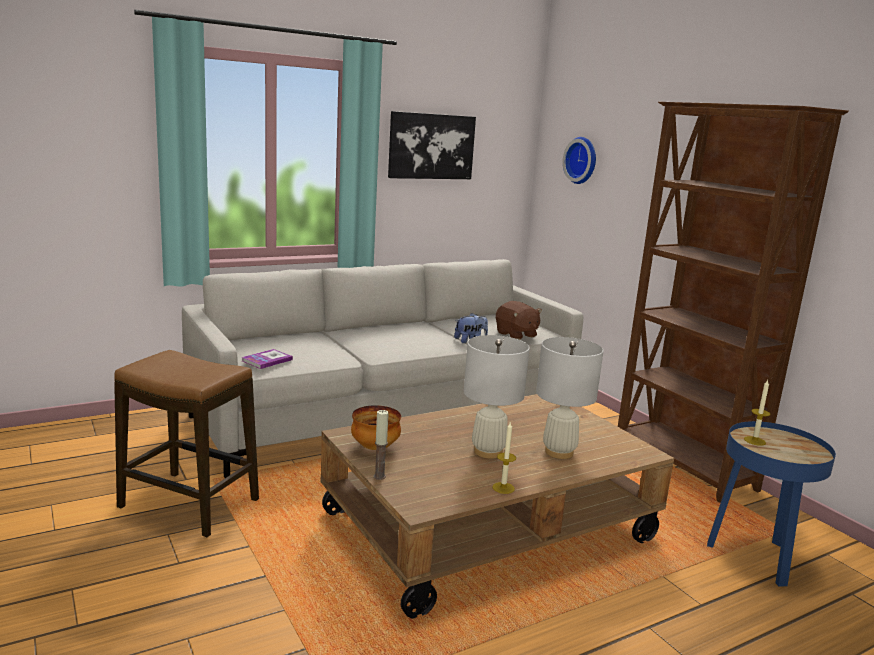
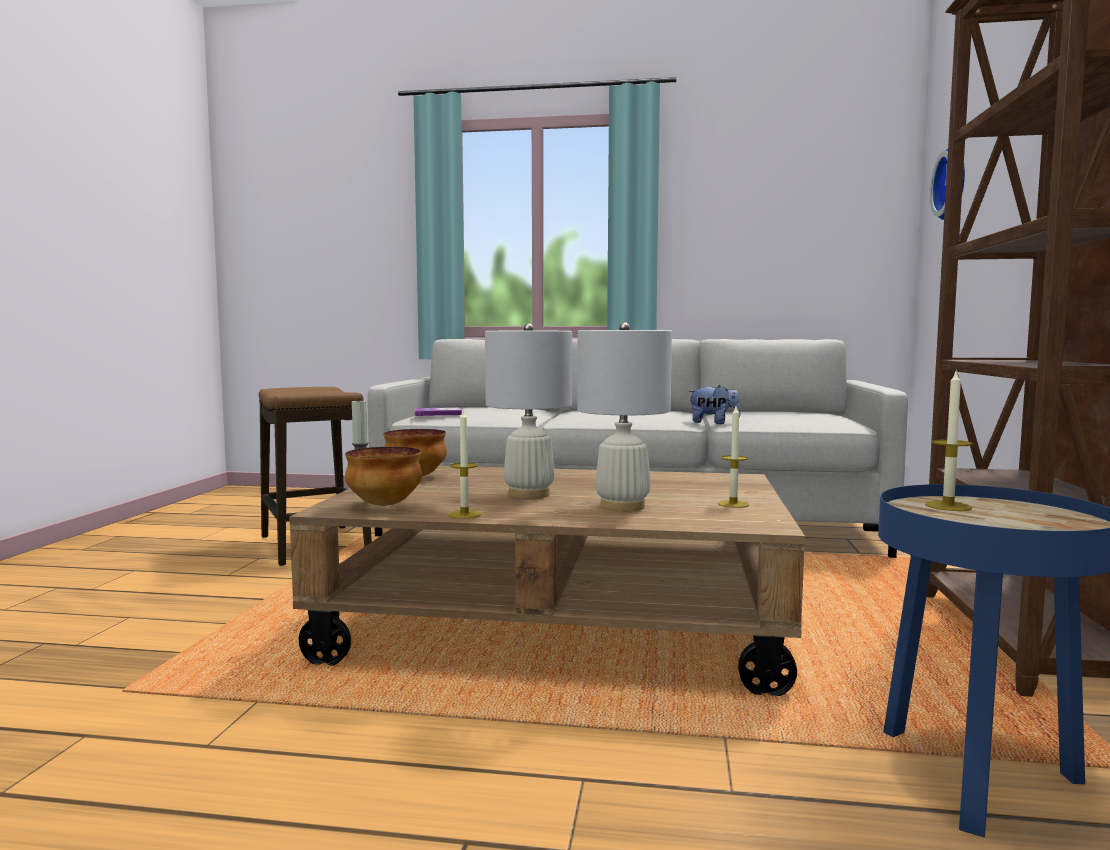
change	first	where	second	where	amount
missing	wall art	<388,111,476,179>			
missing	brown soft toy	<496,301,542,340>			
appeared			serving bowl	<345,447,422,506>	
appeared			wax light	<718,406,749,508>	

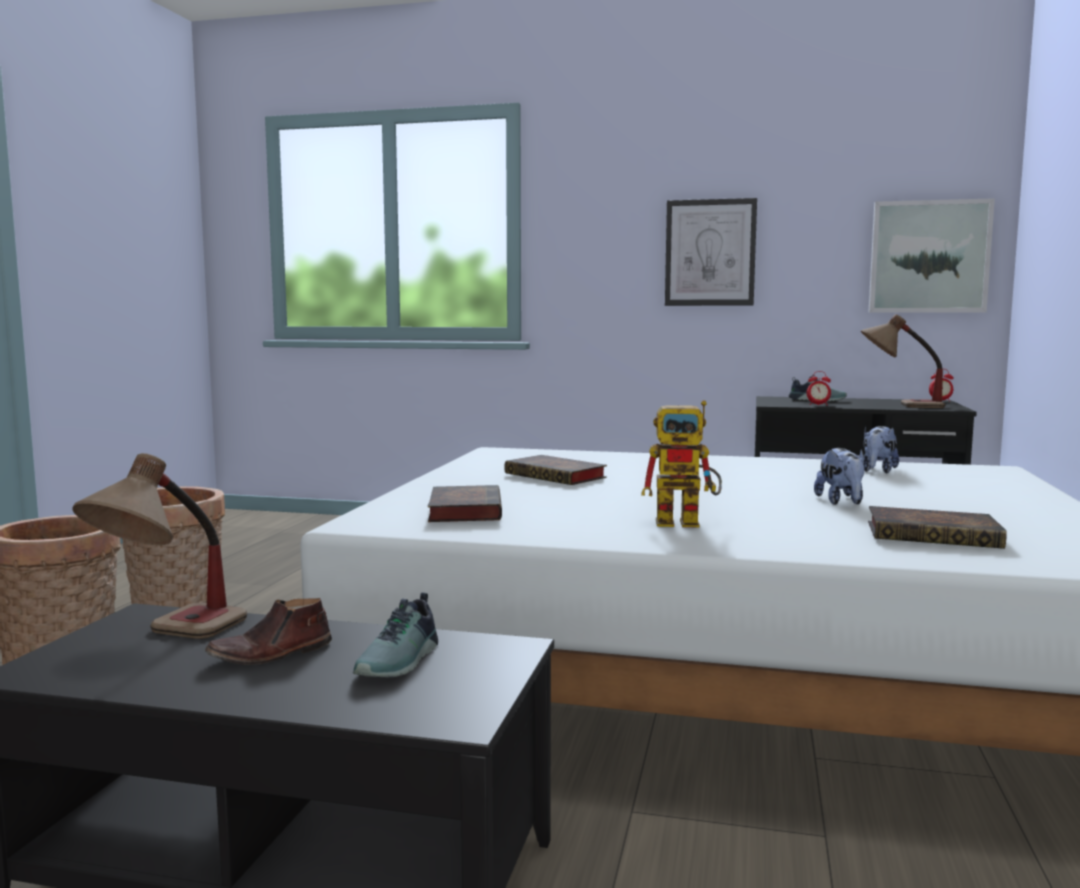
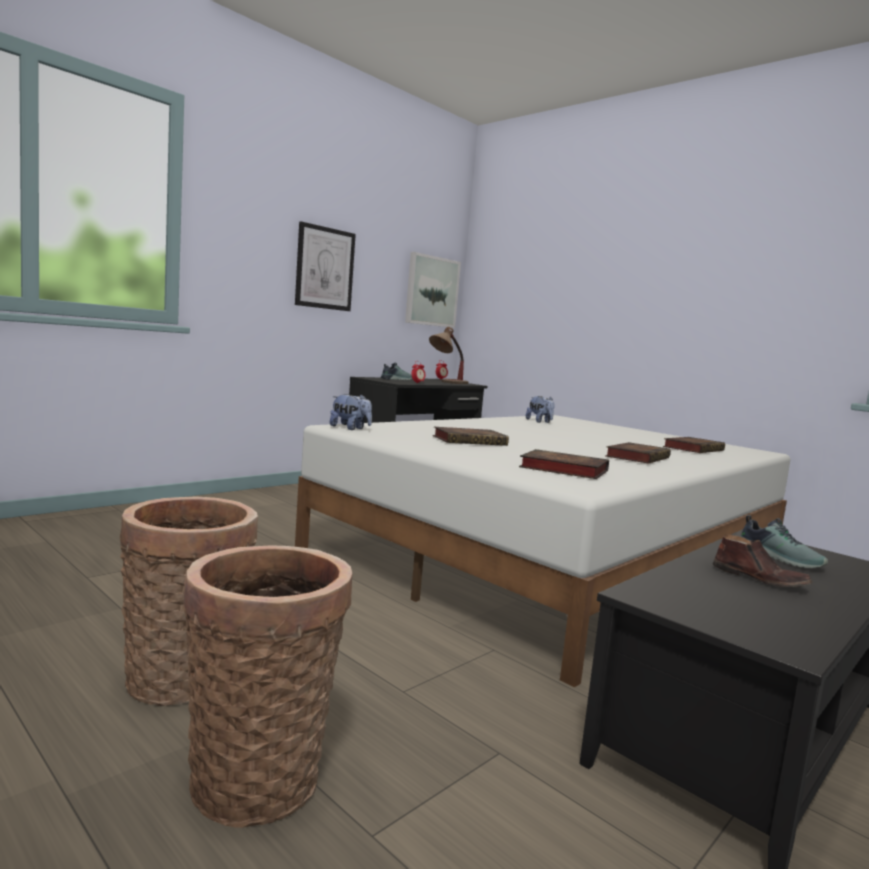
change	first	where	second	where	amount
missing	table lamp	<72,453,247,639>			
spun	brown low shoe	<205,598,332,665>		<713,535,813,587>	45 degrees counterclockwise
exchanged	toy robot	<641,400,722,528>	volume	<605,442,671,464>	
relocated	soft toy	<814,448,865,505>		<330,394,372,430>	

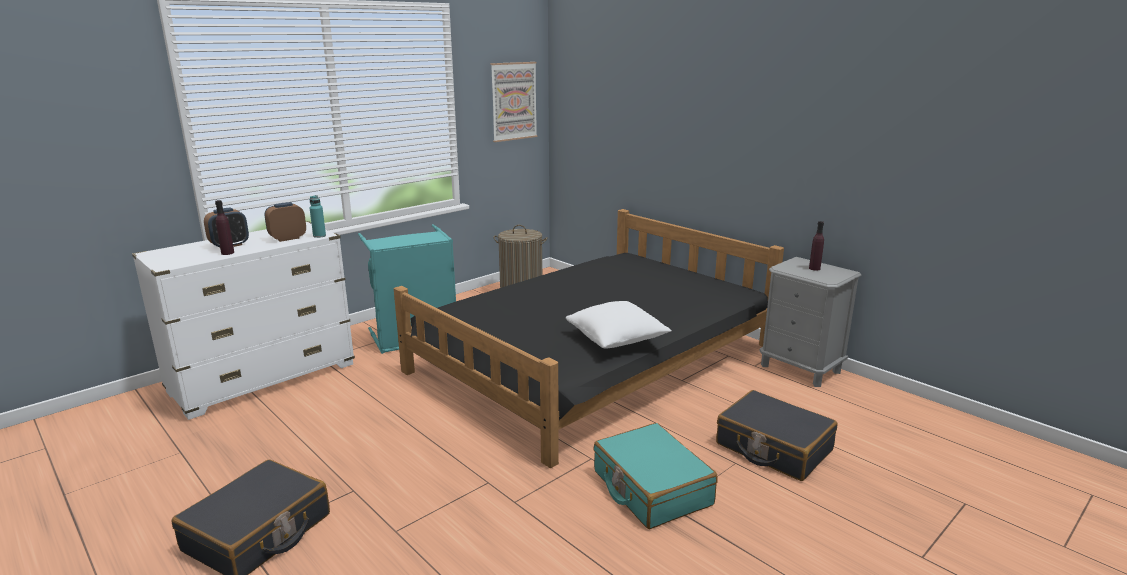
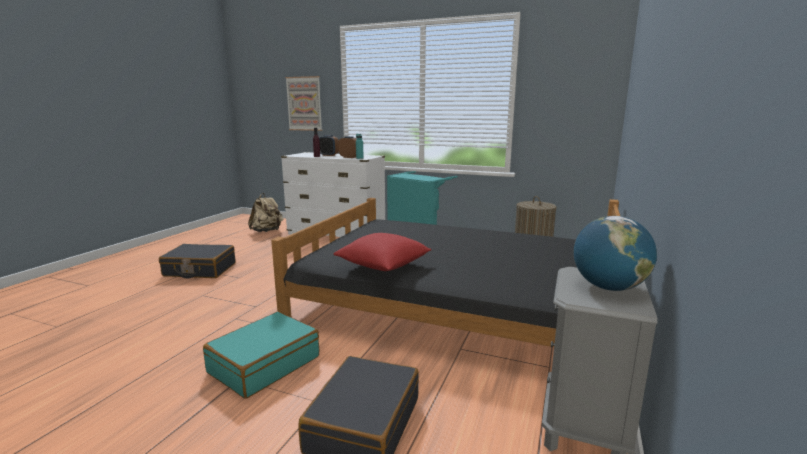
change	first	where	second	where	amount
relocated	wall art	<491,62,537,142>		<285,76,322,131>	
colour	white throw pillow	<566,301,672,348>	reddish throw pillow	<333,233,432,271>	
exchanged	purple-coloured bottle	<809,221,824,271>	desk globe	<574,216,657,291>	
appeared			beige-coloured rucksack	<248,193,283,232>	

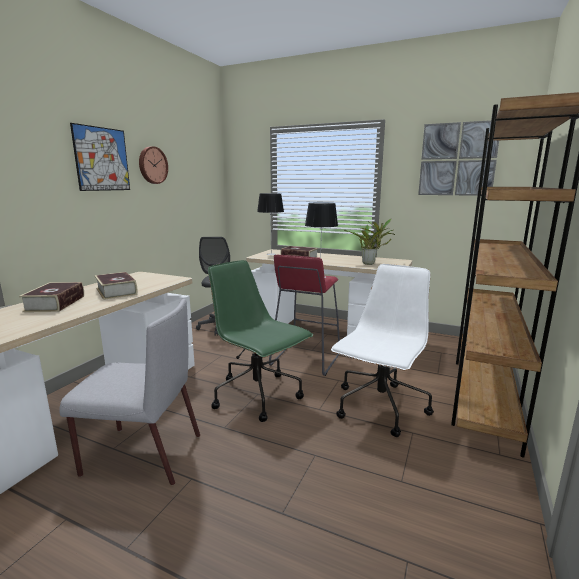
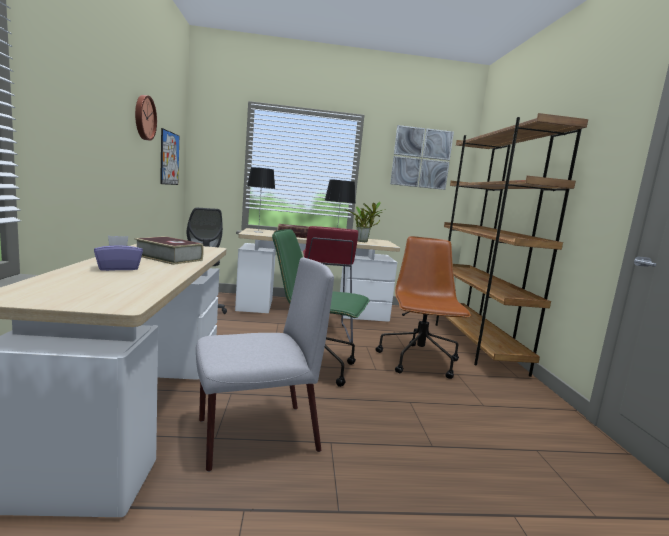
change	first	where	second	where	amount
exchanged	volume	<19,282,84,312>	purple-coloured tissue box	<94,236,143,271>	
relocated	wall art	<70,123,130,191>		<160,128,179,185>	
colour	white desk chair	<331,264,434,437>	brown desk chair	<376,236,471,379>	

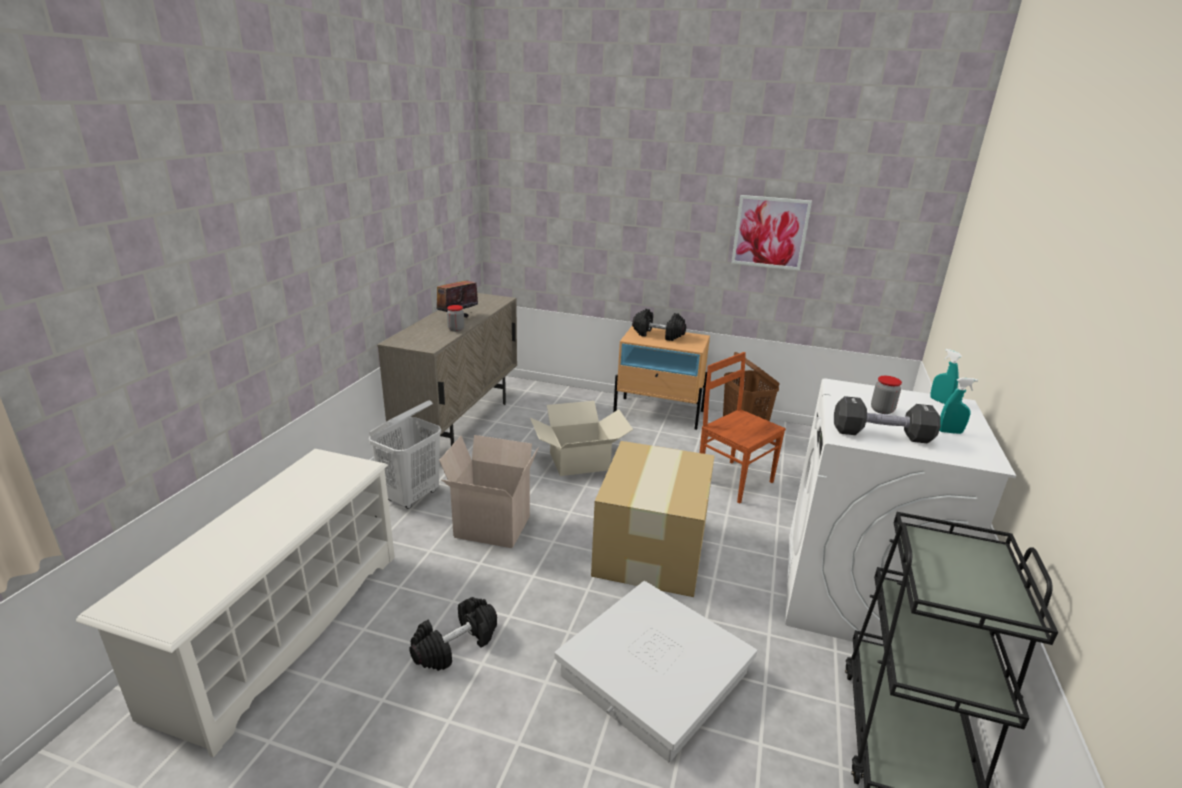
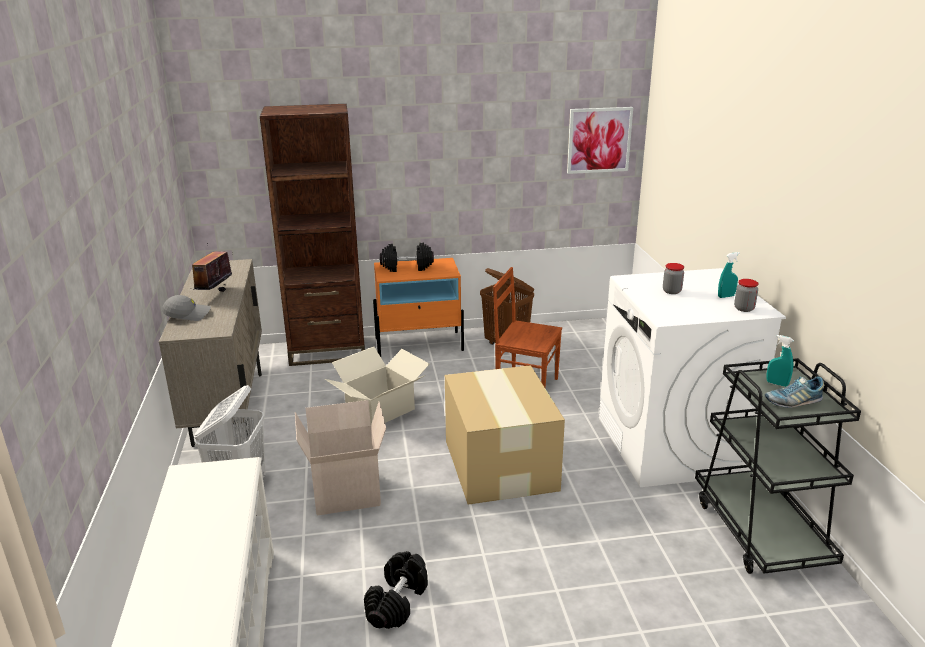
change	first	where	second	where	amount
relocated	preserve jar	<447,305,464,332>		<734,279,759,312>	
missing	white storage box	<554,581,757,762>			
colour	beige-coloured nightstand	<613,326,710,430>	orangey nightstand	<373,258,464,357>	
relocated	wall art	<731,195,812,271>		<567,107,633,174>	
missing	black dumbbell	<834,396,941,443>			
relocated	turquoise hand sprayer	<930,349,962,404>		<766,335,794,387>	
appeared			grey peaked cap	<162,295,211,321>	
appeared			brown bookshelf	<260,104,365,366>	
appeared			low shoe	<765,376,824,408>	

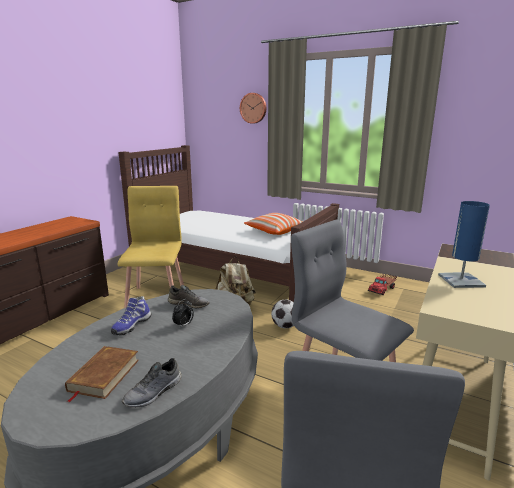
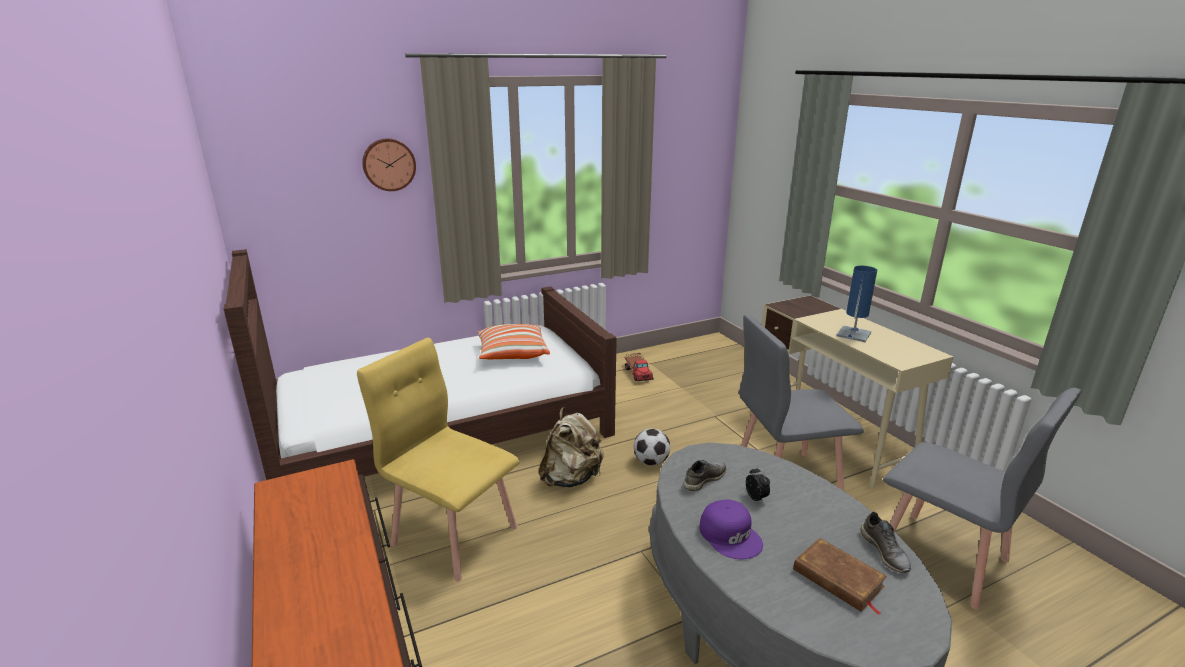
change	first	where	second	where	amount
exchanged	low shoe	<111,296,151,335>	purple-coloured peaked cap	<700,500,763,559>	

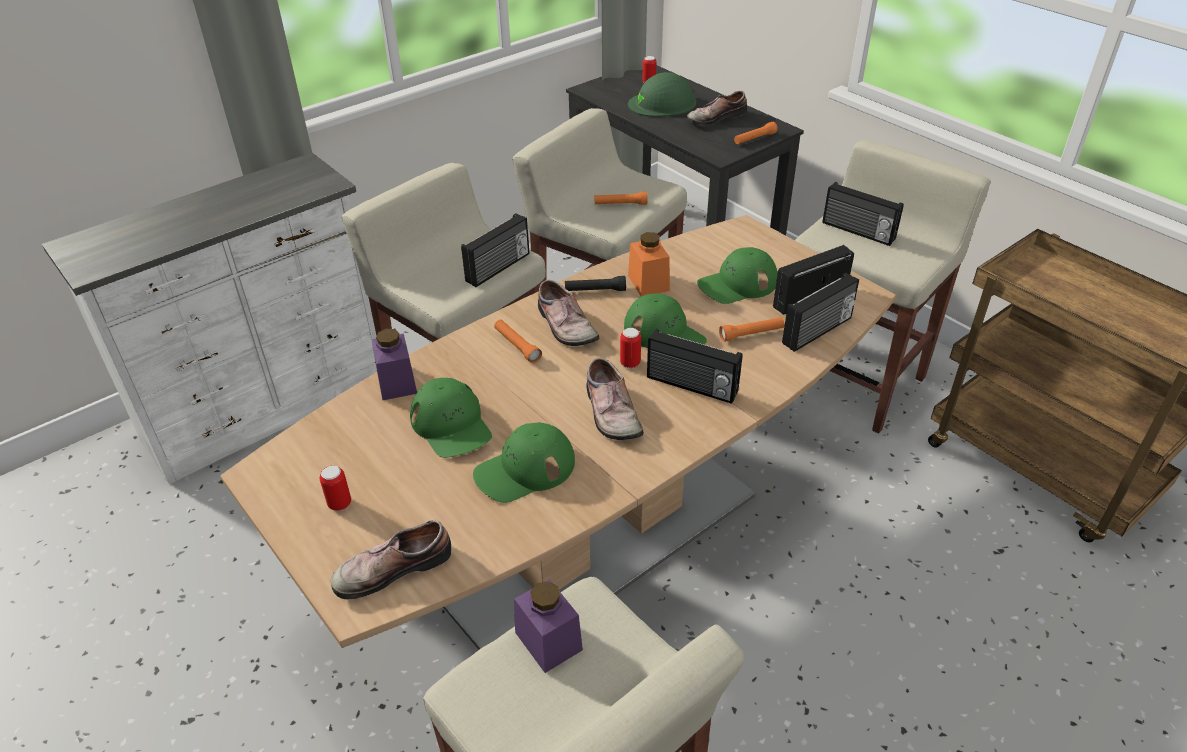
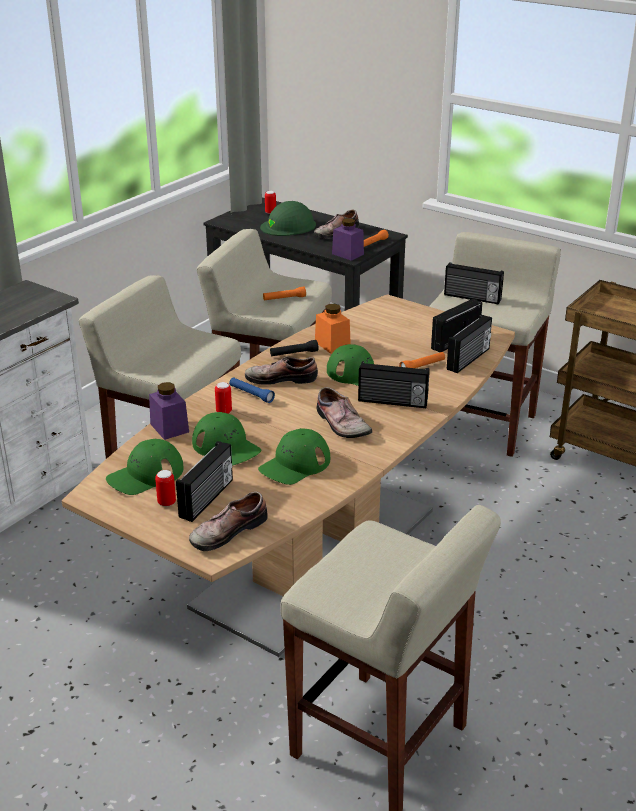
change	first	where	second	where	amount
relocated	radio set	<461,213,529,287>		<176,441,233,522>	
colour	orangey torch	<494,320,542,363>	blue torch	<229,377,275,403>	
relocated	purple-coloured preserve jar	<514,579,583,673>		<332,218,364,261>	
spun	low shoe	<538,280,599,346>		<245,356,318,385>	135 degrees clockwise
relocated	can	<620,328,641,368>		<215,382,232,414>	
relocated	green peaked cap	<697,247,778,304>		<106,439,184,495>	

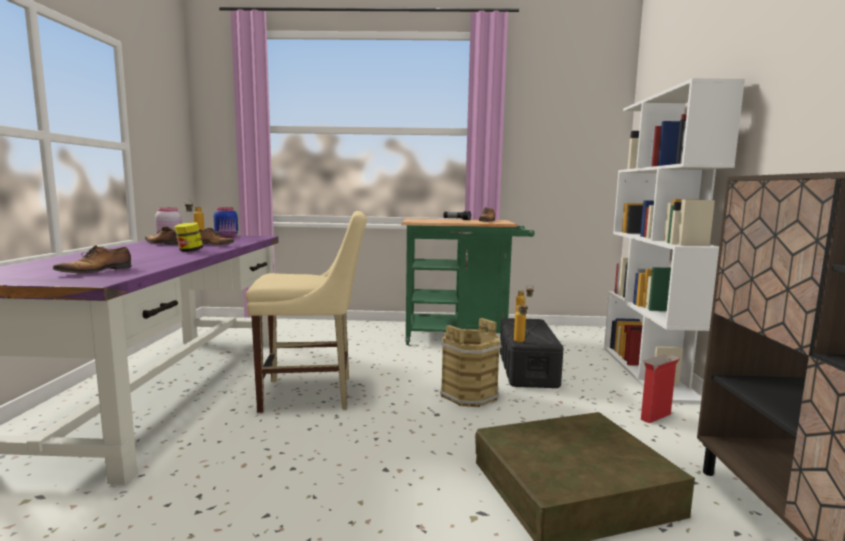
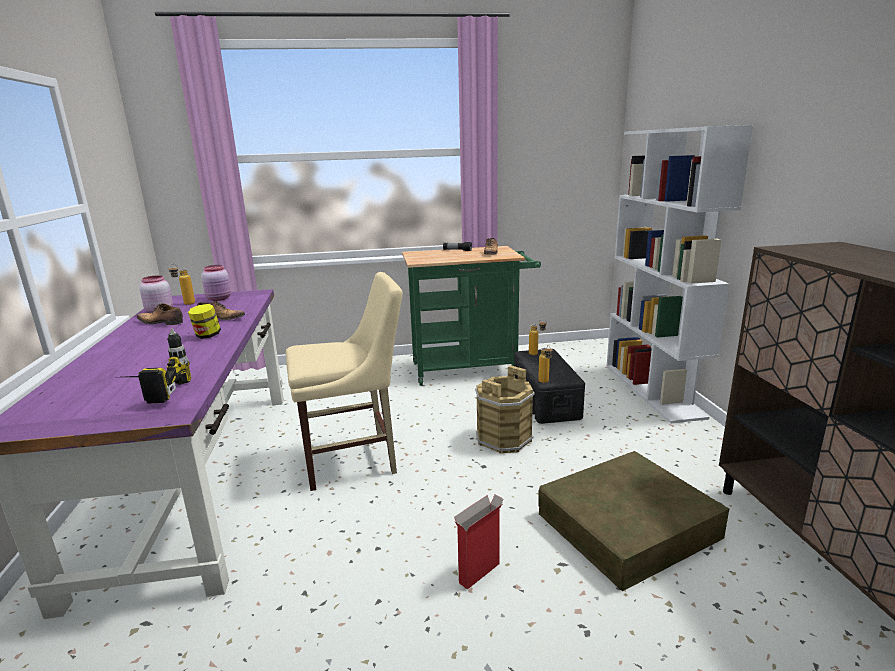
change	first	where	second	where	amount
exchanged	low shoe	<52,245,132,273>	power drill	<128,328,191,403>	
colour	blue preserve jar	<214,207,238,238>	pink preserve jar	<201,265,231,301>	
relocated	cardboard box	<641,354,680,423>		<454,494,504,590>	

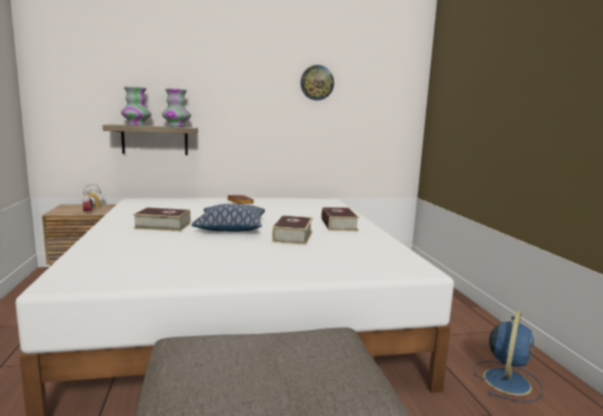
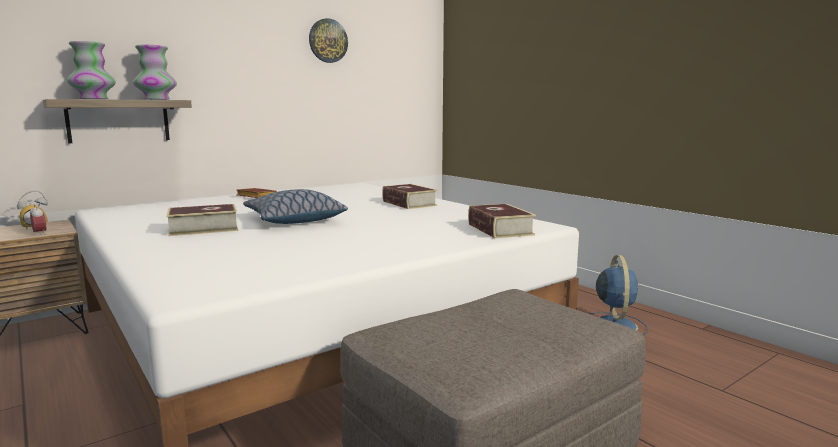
change	first	where	second	where	amount
relocated	volume	<272,215,313,245>		<468,204,536,238>	

